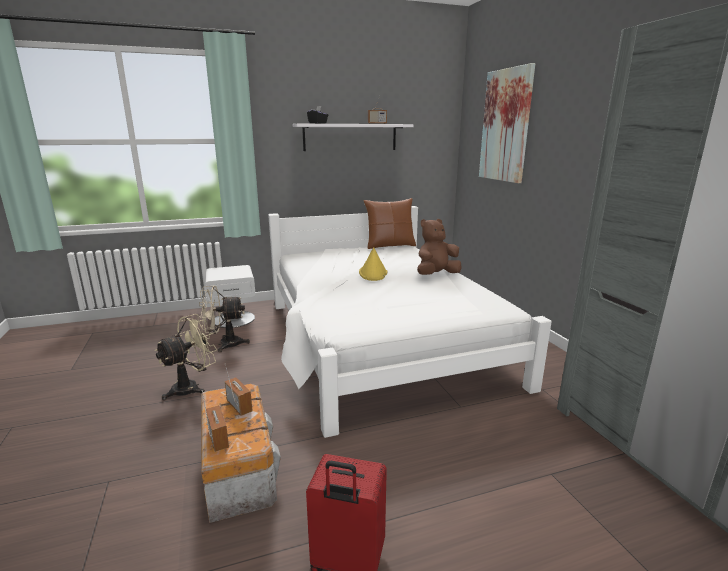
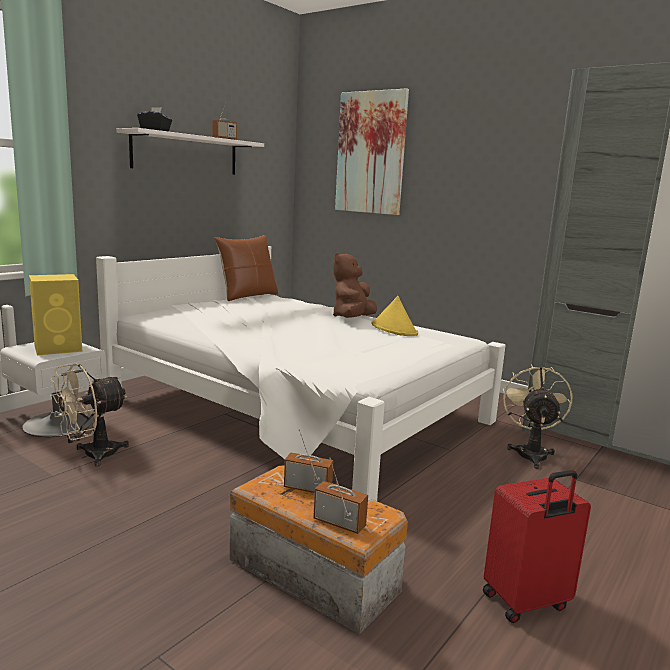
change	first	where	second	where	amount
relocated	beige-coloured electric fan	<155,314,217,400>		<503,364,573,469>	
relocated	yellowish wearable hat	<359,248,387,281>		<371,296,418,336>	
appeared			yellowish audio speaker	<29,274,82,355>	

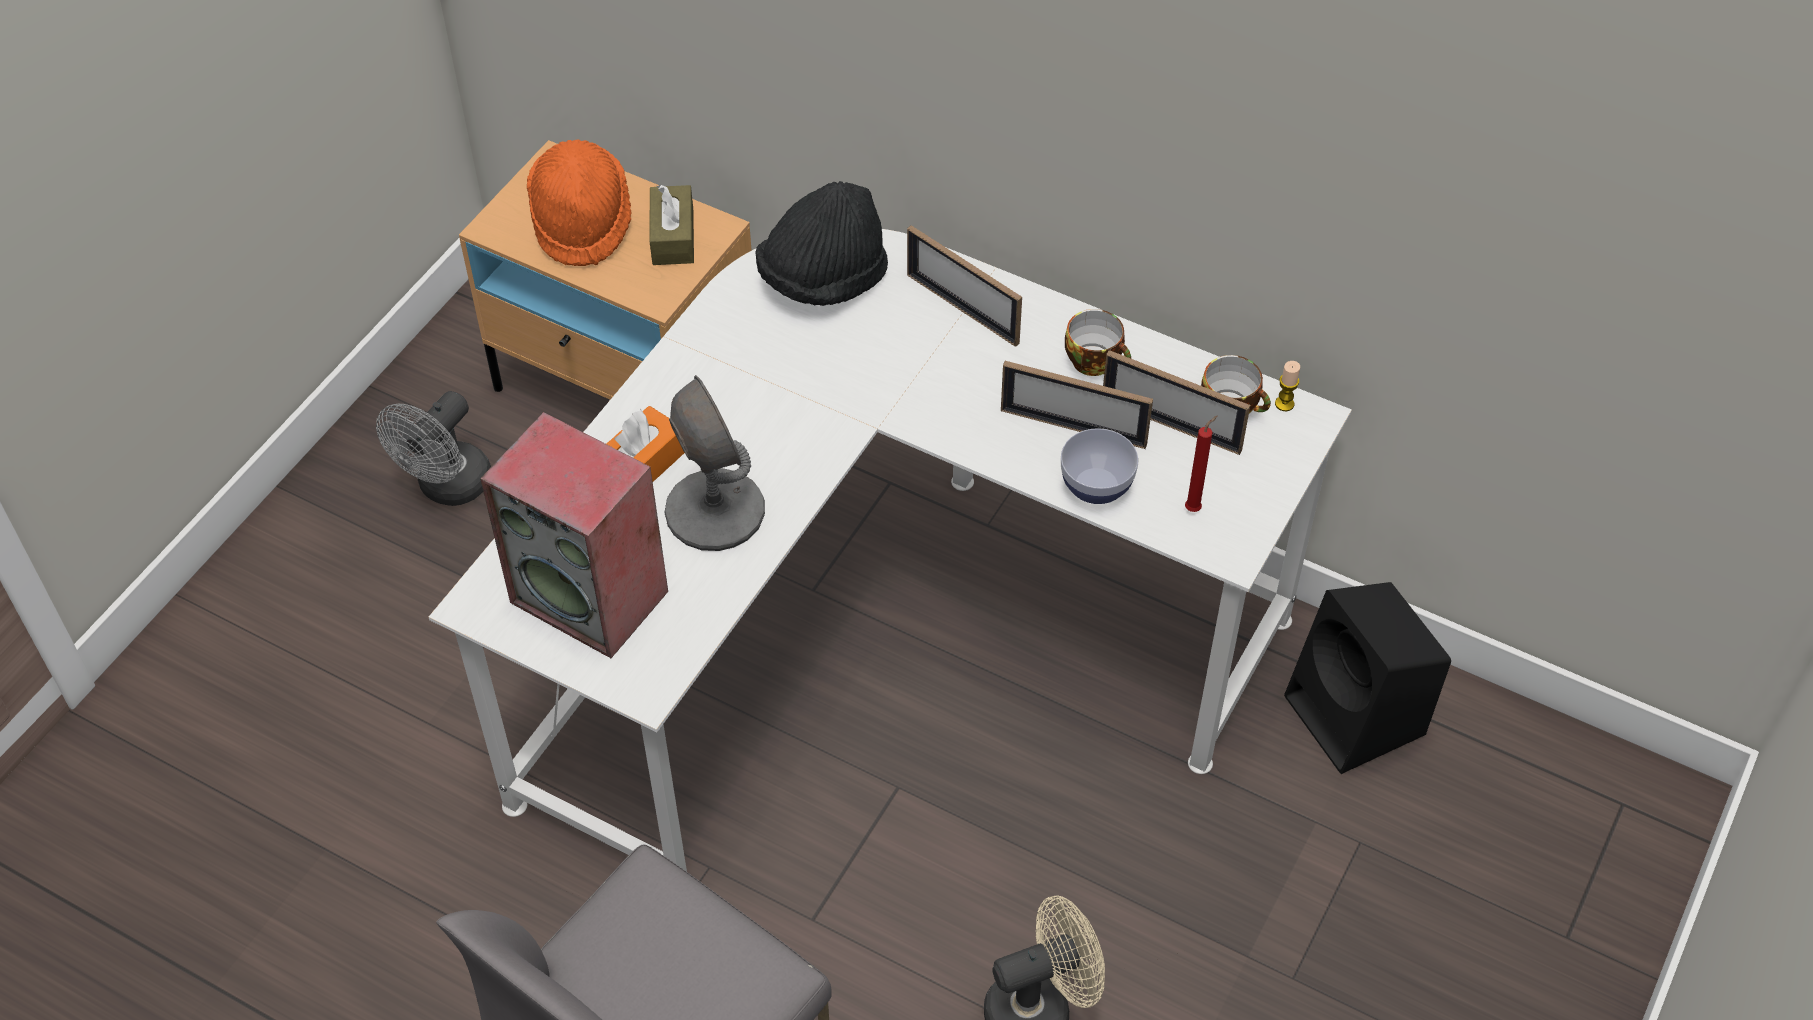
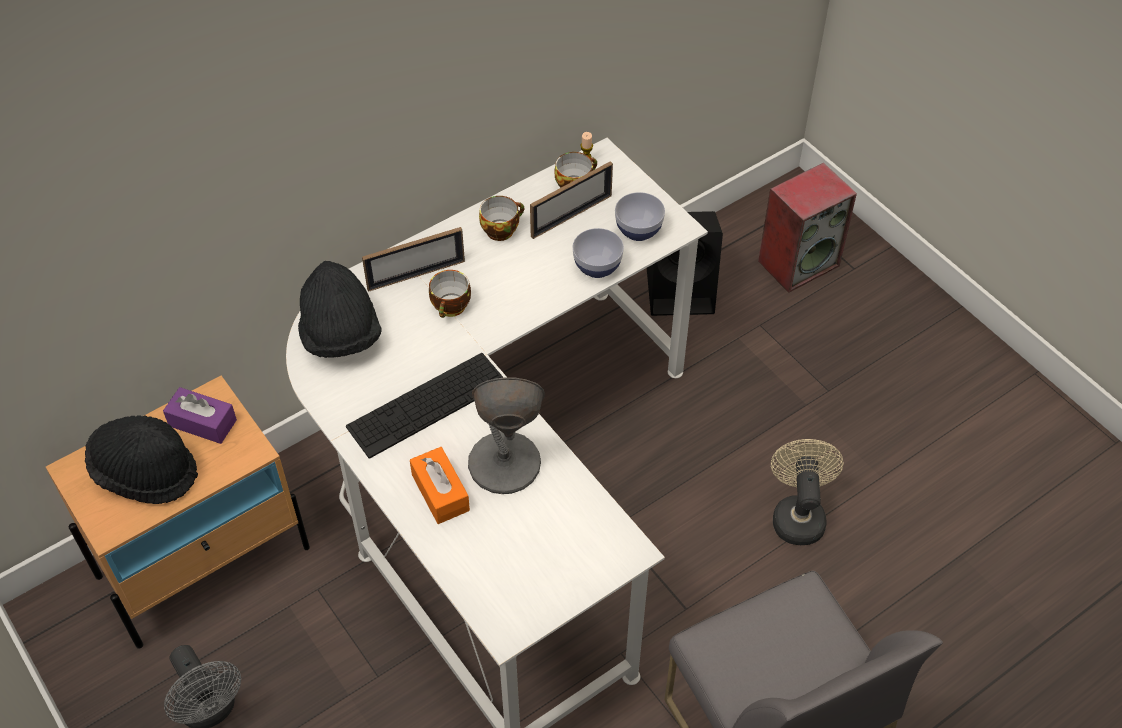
change	first	where	second	where	amount
relocated	audio speaker	<480,412,668,658>		<758,163,857,293>	
colour	orangey wearable hat	<527,139,632,266>	black wearable hat	<85,415,198,504>	
colour	brown tissue box	<650,185,694,265>	purple-coloured tissue box	<163,387,237,444>	
missing	picture frame	<1001,361,1153,449>			
exchanged	reddish wax light	<1185,415,1218,512>	serving bowl	<615,192,665,241>	
appeared			PC keyboard	<346,353,504,459>	
appeared			small cup	<429,270,471,318>	

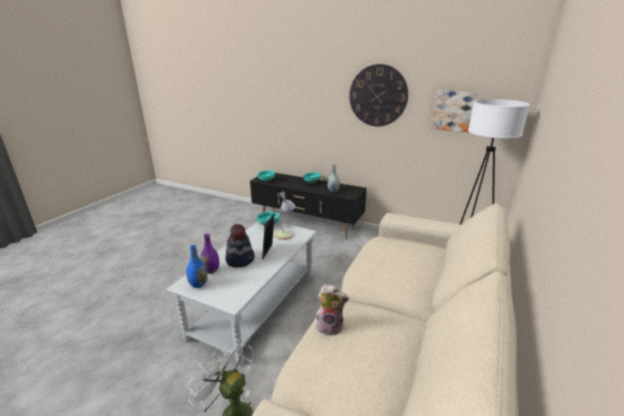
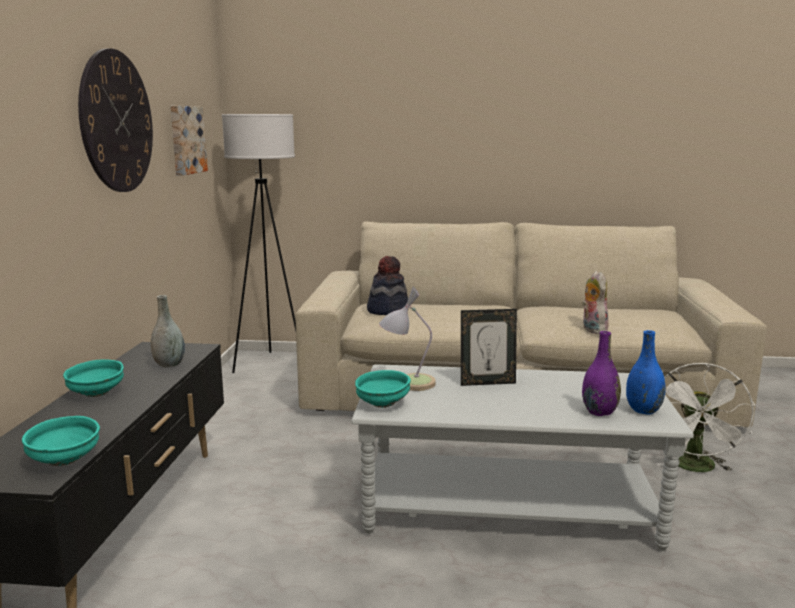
change	first	where	second	where	amount
relocated	wearable hat	<225,224,255,268>		<367,256,408,315>	

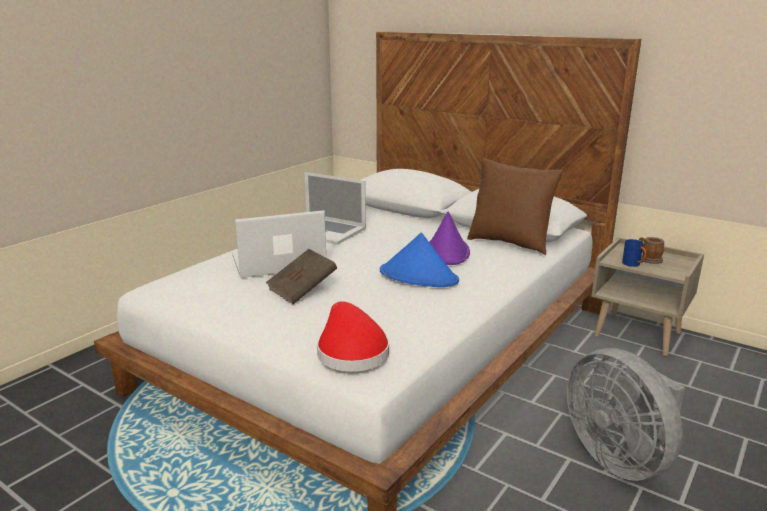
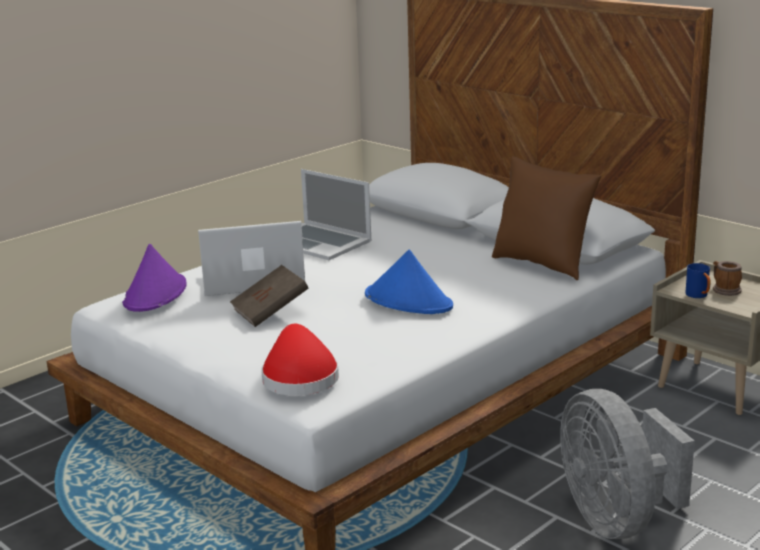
change	first	where	second	where	amount
relocated	purple-coloured wearable hat	<429,212,470,265>		<122,244,186,312>	

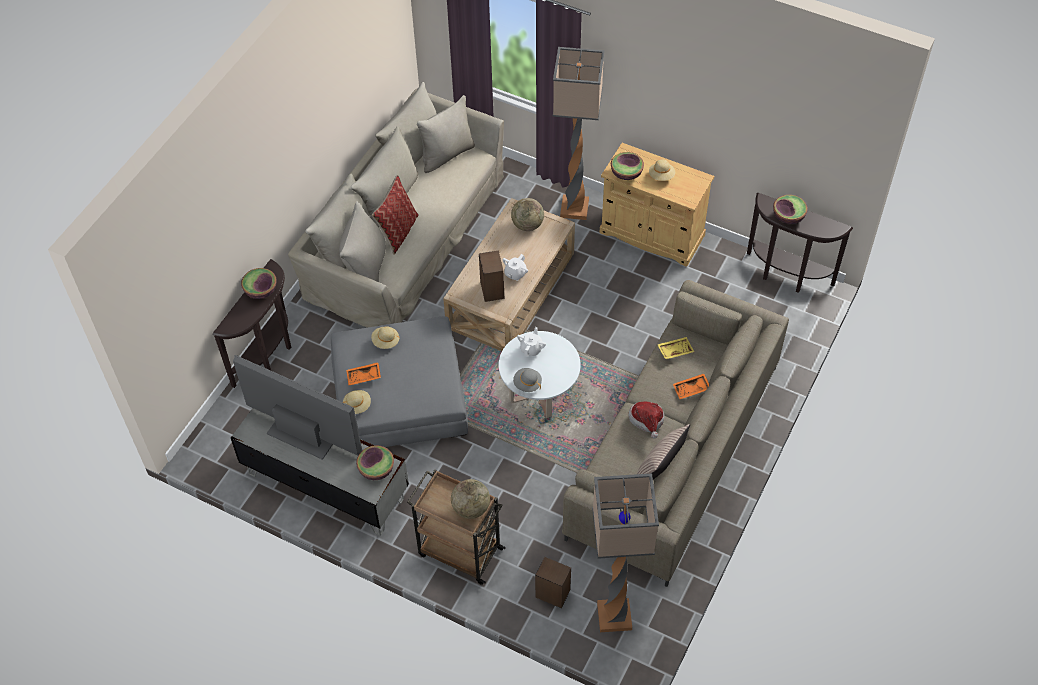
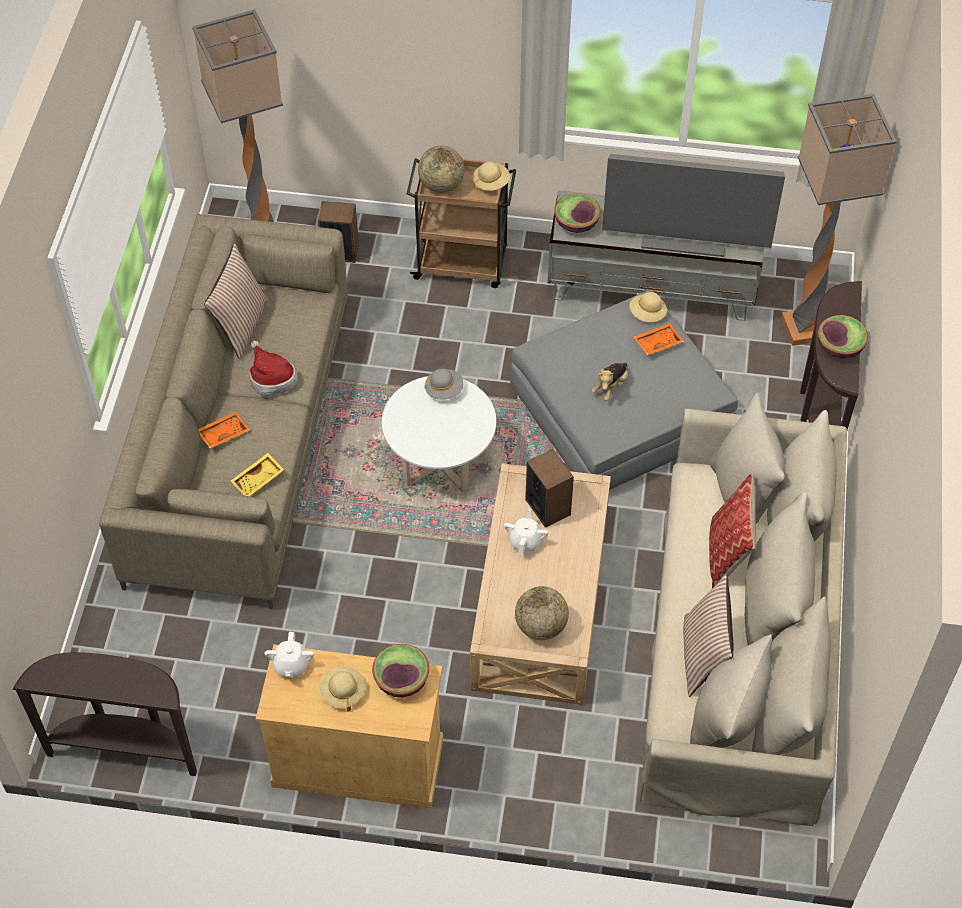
change	first	where	second	where	amount
relocated	beige-coloured wearable hat	<371,326,400,349>		<473,162,510,191>	
relocated	white tea pot	<517,327,546,356>		<265,632,314,677>	
relocated	standard lamp	<553,47,605,220>		<781,94,897,346>	
missing	serving bowl	<773,195,808,224>			
appeared			soft toy	<591,362,628,401>	
appeared			throw pillow	<683,575,733,697>	

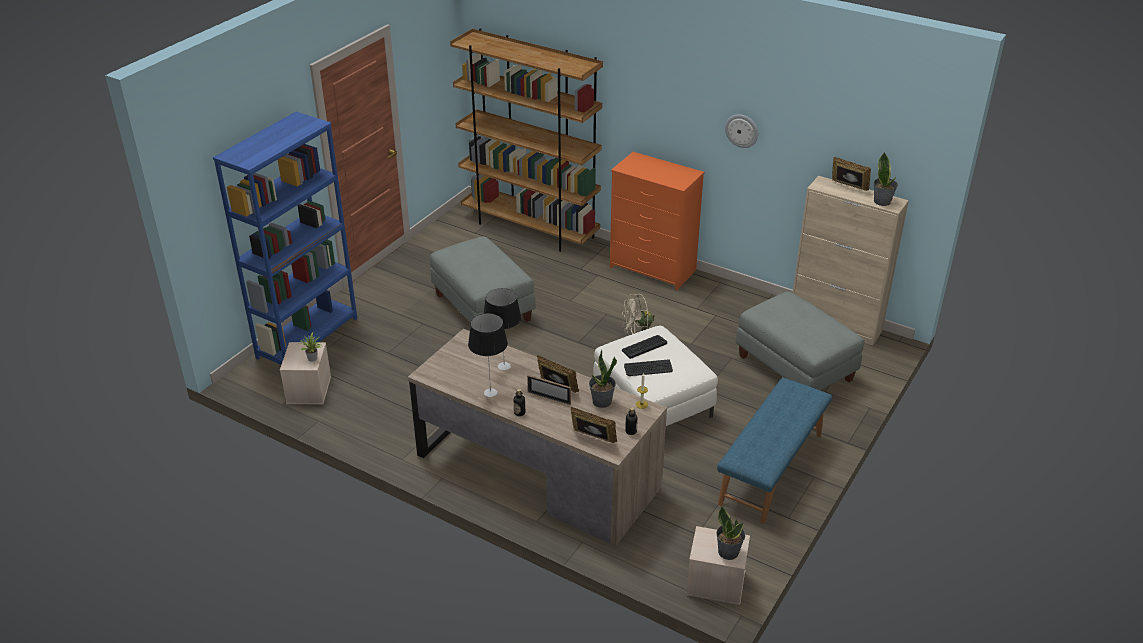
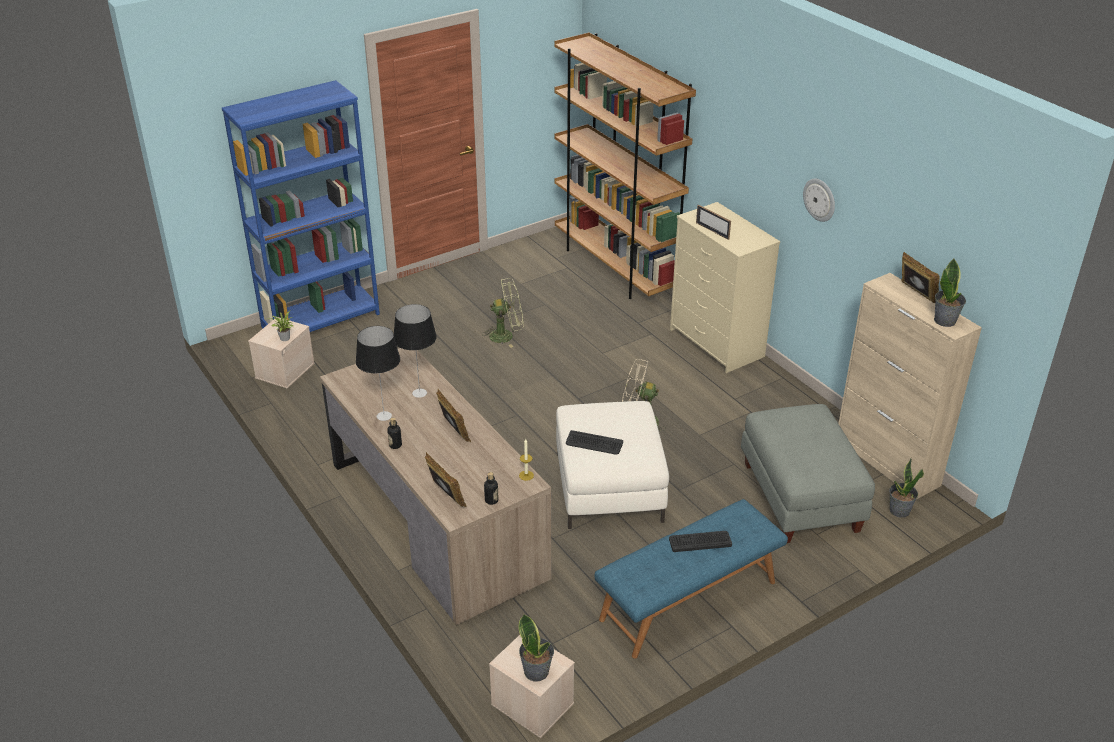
change	first	where	second	where	amount
exchanged	grey ottoman	<430,236,535,323>	green electric fan	<483,278,523,348>	
relocated	picture frame	<527,375,571,405>		<696,204,731,240>	
relocated	potted plant	<589,350,617,408>		<889,459,924,518>	
colour	orangey dresser	<610,152,704,291>	beige-coloured dresser	<670,202,780,373>	
relocated	PC keyboard	<622,335,667,359>		<669,531,732,552>	

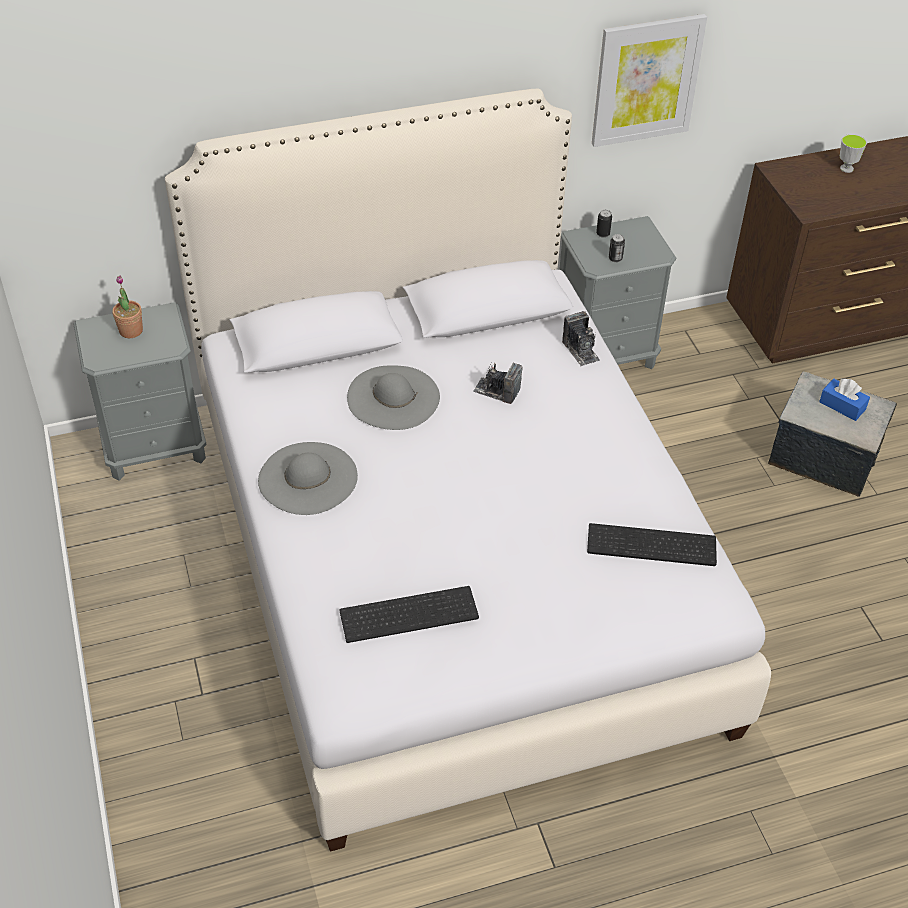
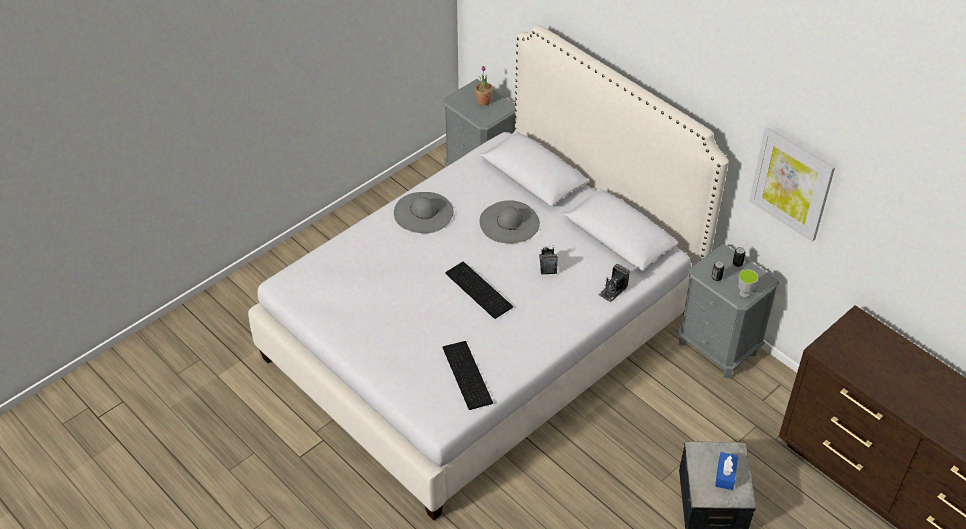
change	first	where	second	where	amount
relocated	PC keyboard	<339,586,479,643>		<445,262,513,319>	
relocated	small cup	<840,134,867,173>		<738,269,758,297>	

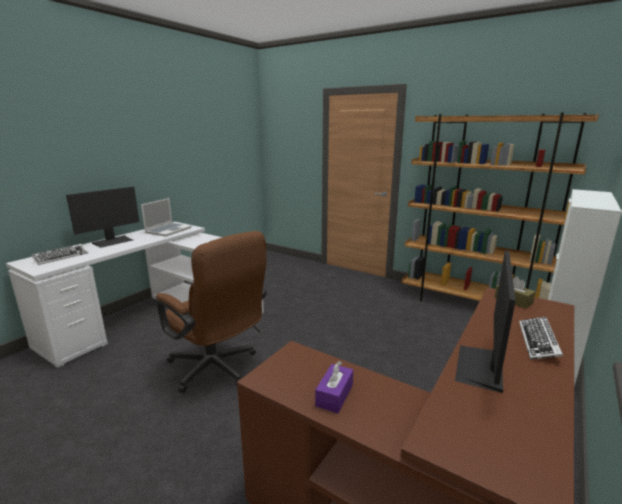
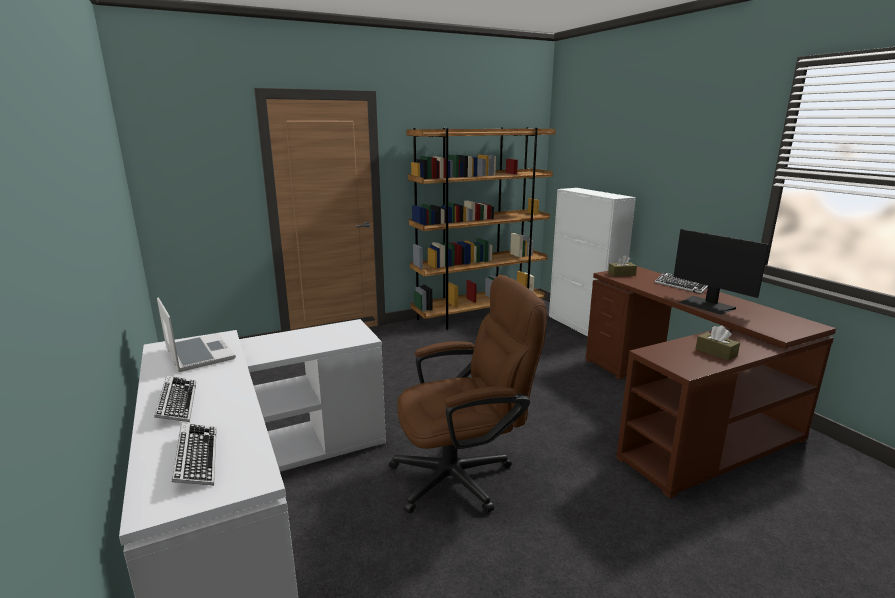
change	first	where	second	where	amount
exchanged	computer screen	<66,187,139,248>	PC keyboard	<154,376,196,422>	
colour	purple-coloured tissue box	<315,361,353,413>	brown tissue box	<696,326,740,361>	

